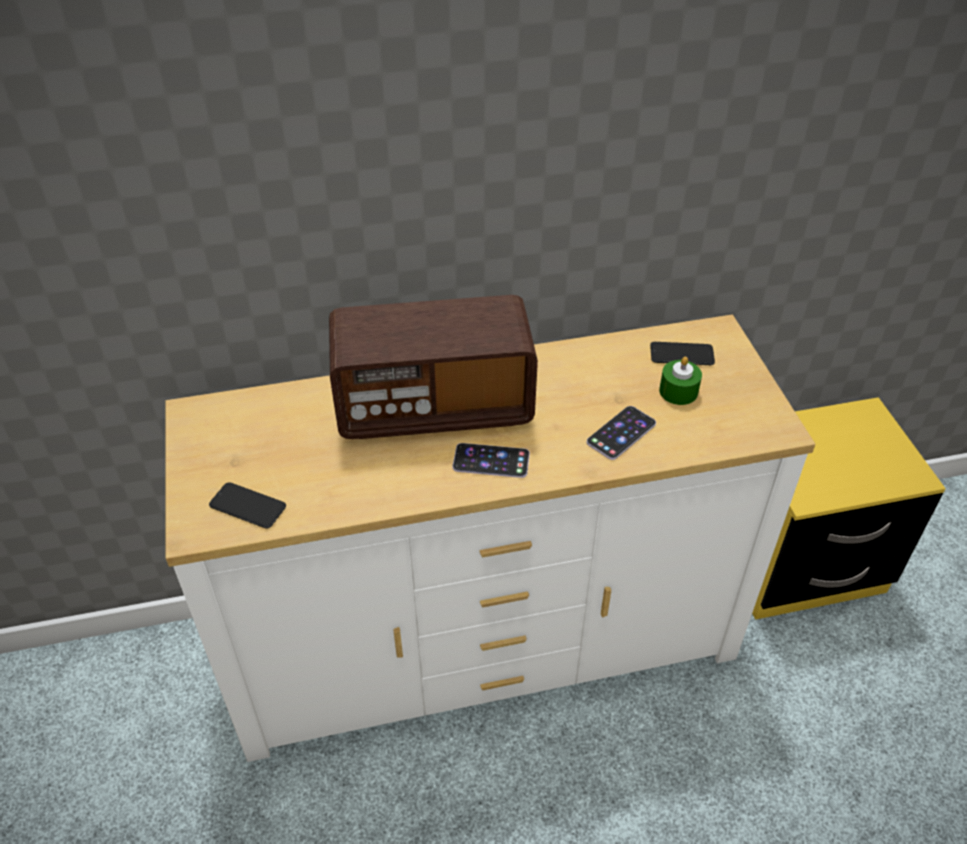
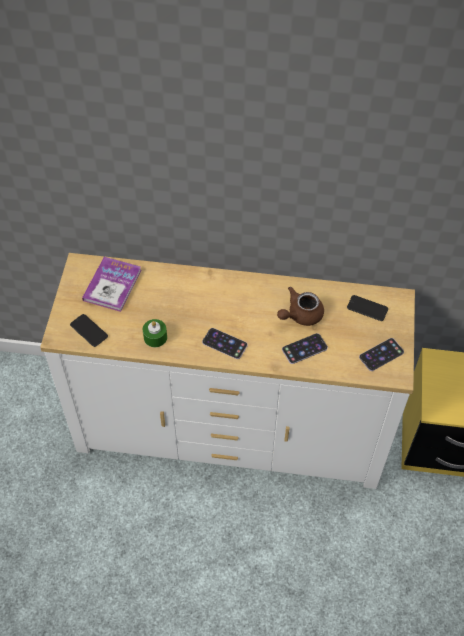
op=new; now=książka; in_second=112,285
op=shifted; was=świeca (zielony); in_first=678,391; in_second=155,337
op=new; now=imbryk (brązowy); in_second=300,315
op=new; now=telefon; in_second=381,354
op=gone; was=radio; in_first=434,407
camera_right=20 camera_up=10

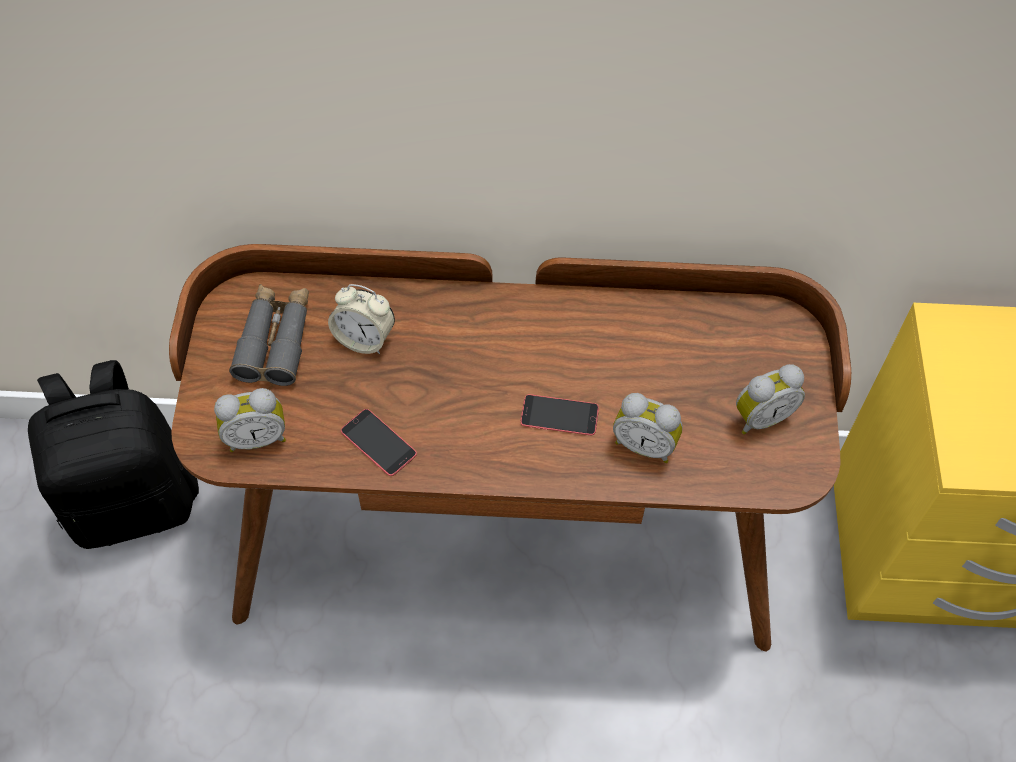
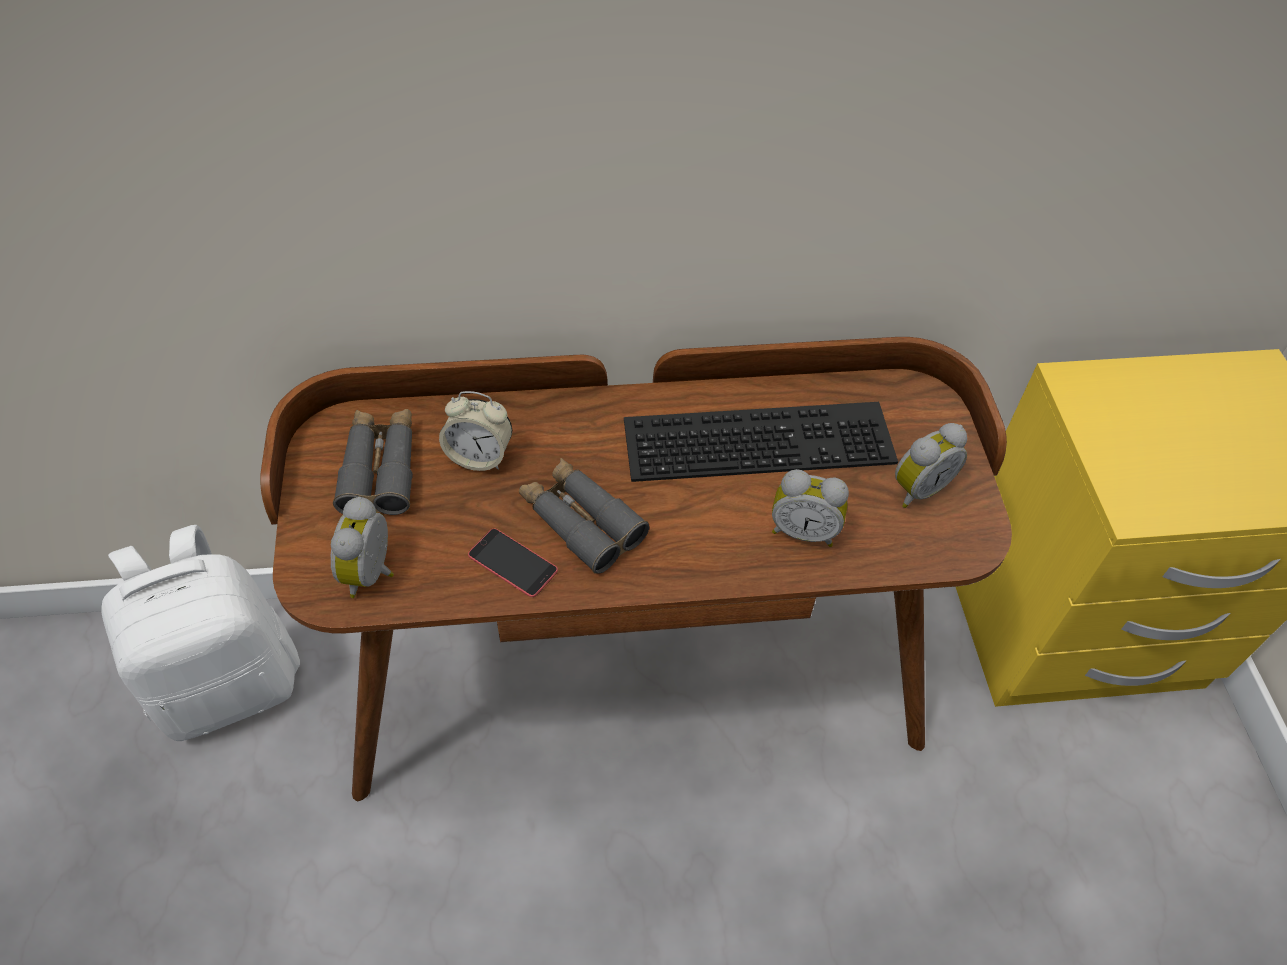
op=repainted; was=plecak (czarny); now=plecak (biały); in_first=134,500; in_second=229,683
op=rotated; was=budzik; in_first=256,437; in_second=373,573; clockwise=120
op=new; now=lornetka (szary); in_second=581,521
op=new; now=klawiatura; in_second=760,437
op=gone; was=telefon; in_first=559,415
camera_right=-10 camera_up=-5

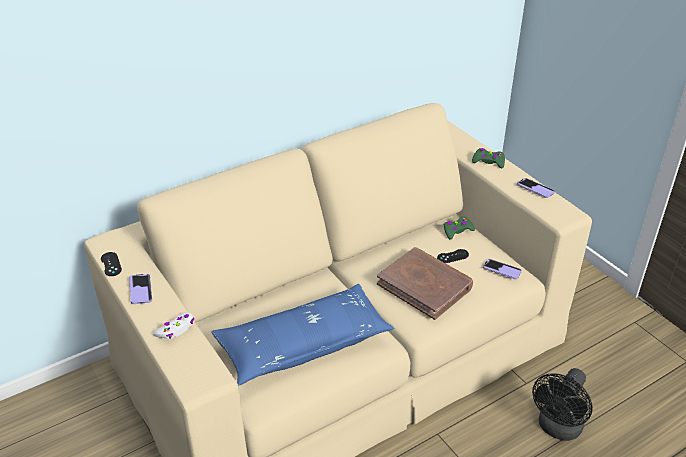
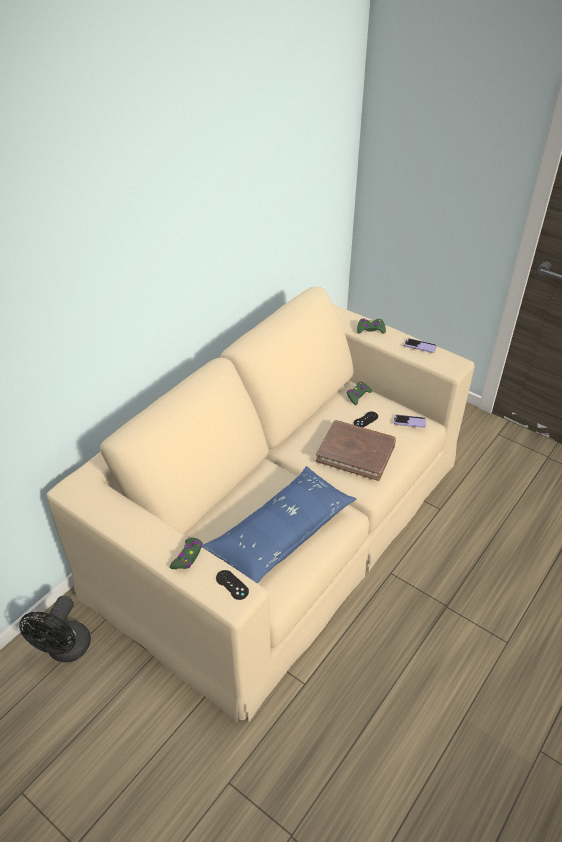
op=shifted; was=wentylator (czarny); in_first=557,428; in_second=66,651
op=repainted; was=pad do gier (biały); now=pad do gier (zielony); in_first=176,329; in_second=188,557
op=shifted; was=pad do gier (czarny); in_first=111,264; in_second=232,585
op=gone; was=telefon; in_first=140,290
camera_right=-20 camera_up=5

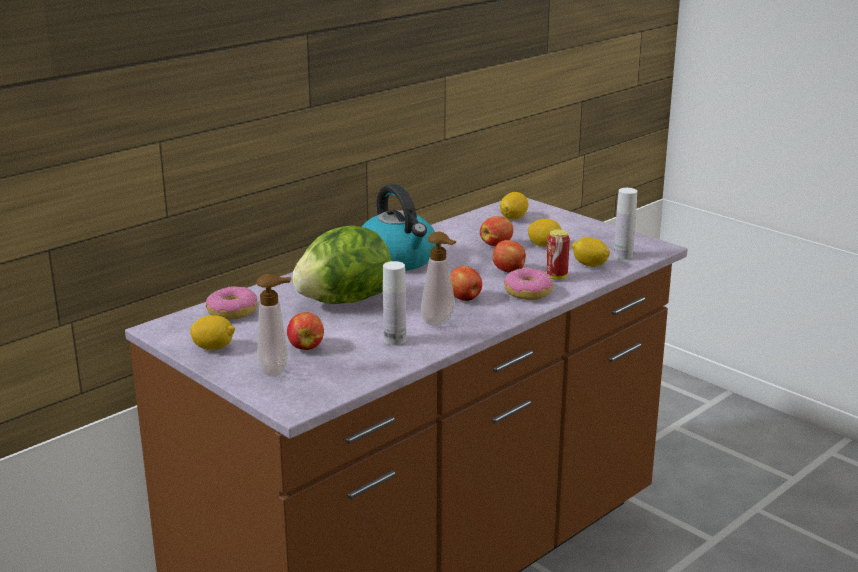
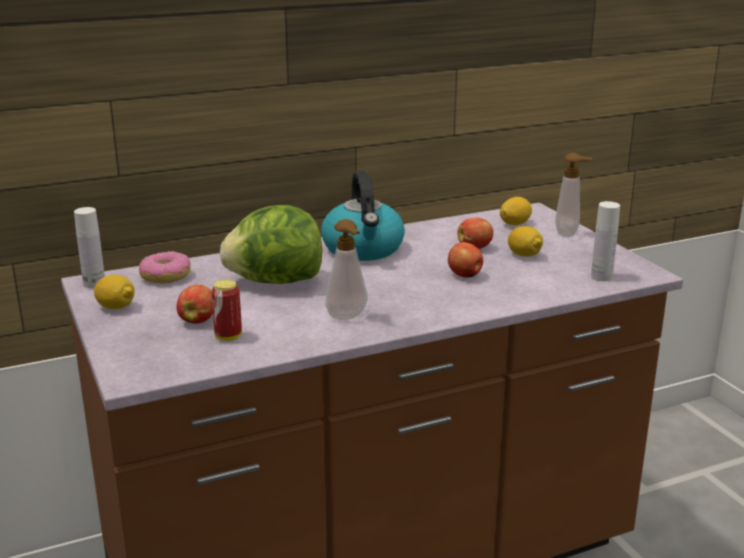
op=shifted; was=butelka (biały); in_first=395,340; in_second=94,284
op=shifted; was=puszka; in_first=556,277; in_second=228,337
op=shifted; was=dozownik mydła; in_first=277,370; in_second=569,234
op=gone; was=jabłko; in_first=465,298
op=gone; was=donut; in_first=527,292
op=gone; was=cytryna; in_first=589,265
camera_right=20 camera_up=0

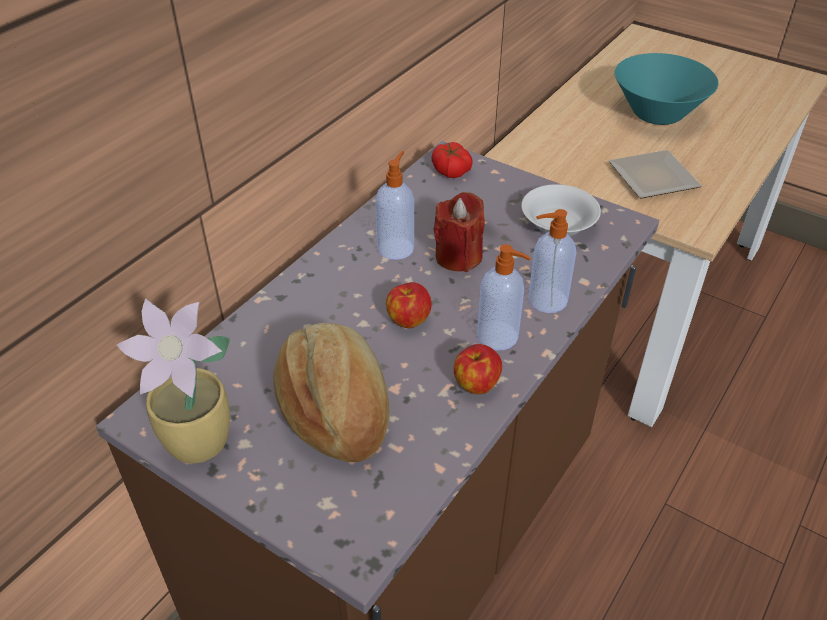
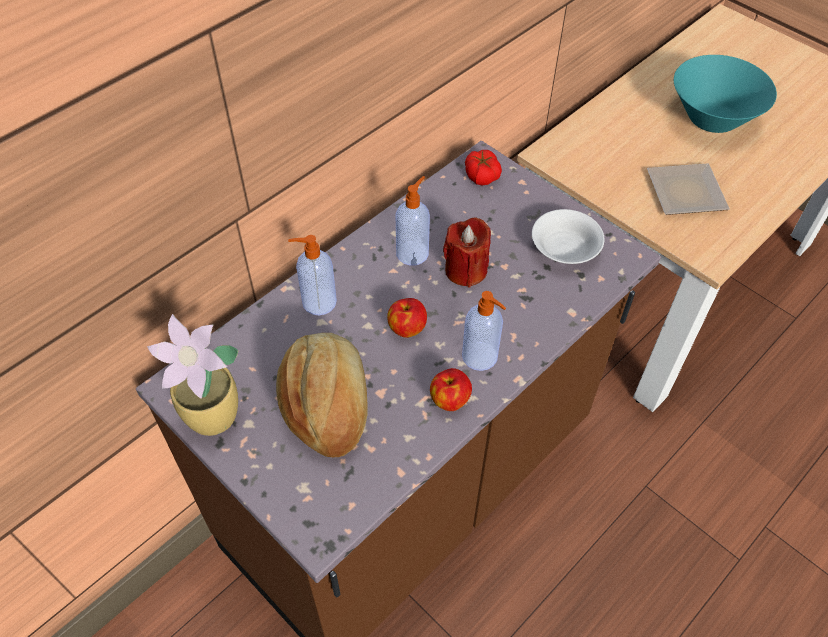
op=shifted; was=dozownik mydła; in_first=546,300; in_second=318,302
camera_right=10 camera_up=10

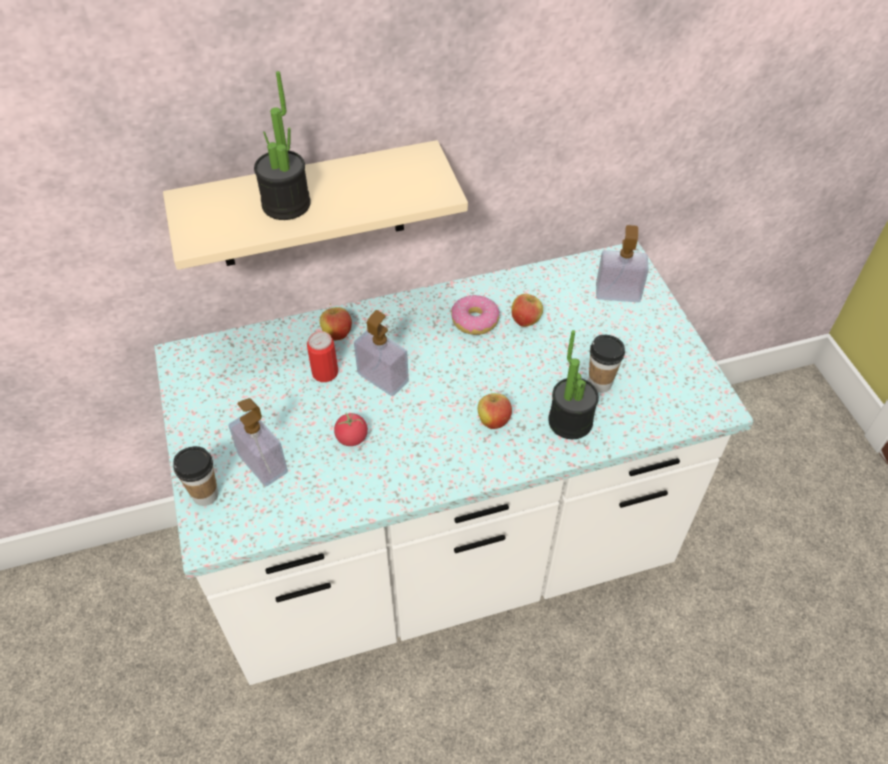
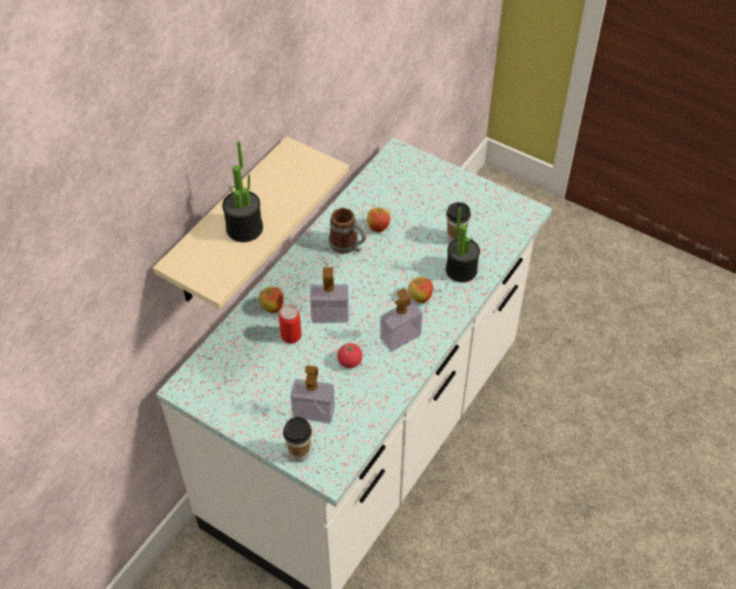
op=swapped; was=donut; now=kubek; in_first=475,321; in_second=348,246
op=shifted; was=dozownik mydła; in_first=617,293; in_second=400,337
camera_right=-40 camera_up=0

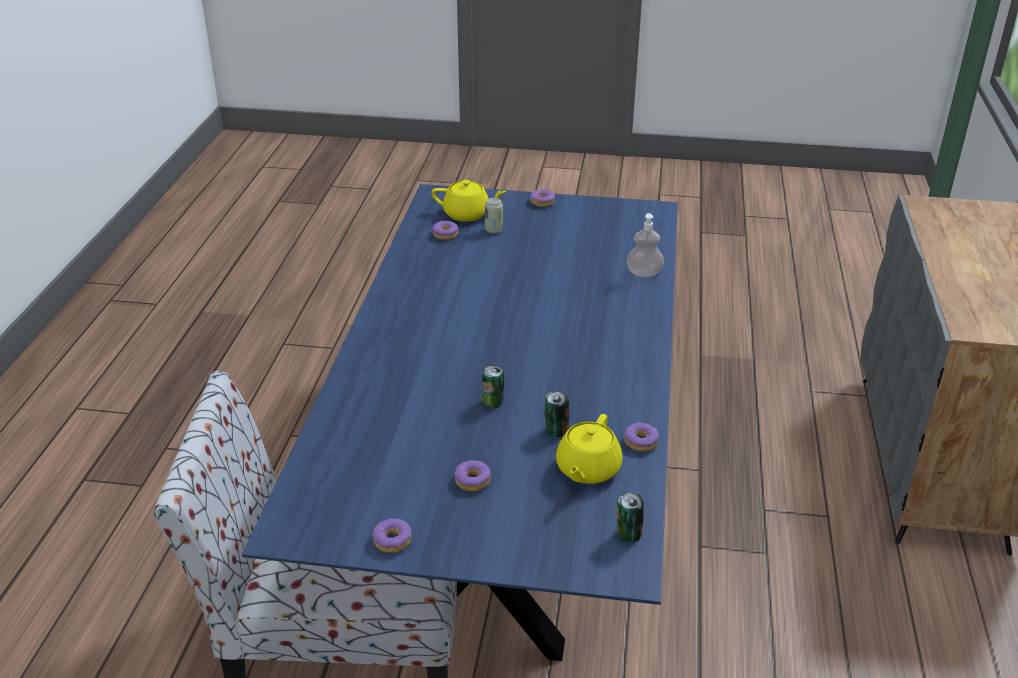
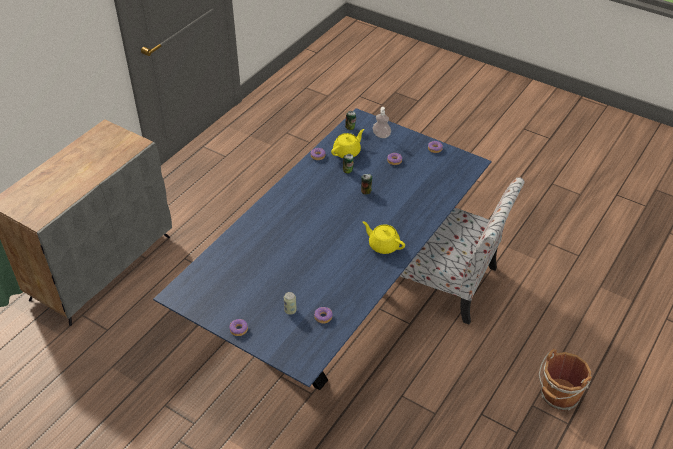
op=shifted; was=imbryk (żółty); in_first=467,214; in_second=383,245
op=shifted; was=dozownik mydła; in_first=644,273; in_second=381,135
op=new; now=wiadro (brązowy); in_second=558,396
camera_right=-155 camera_up=10

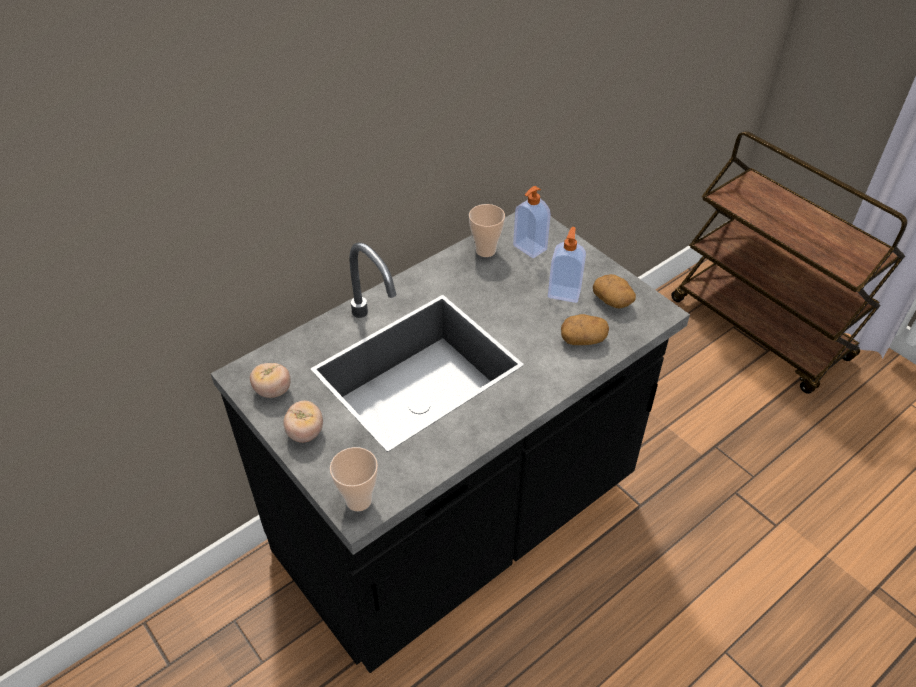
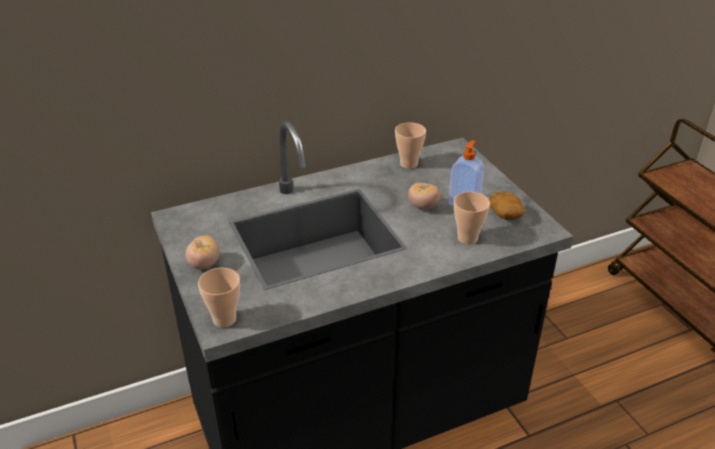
op=shifted; was=pomidor; in_first=273,390; in_second=423,206
op=swapped; was=ziemniak; now=filiżanka; in_first=583,339; in_second=467,238
op=gone; was=dozownik mydła; in_first=529,248
camera_right=15 camera_up=-10

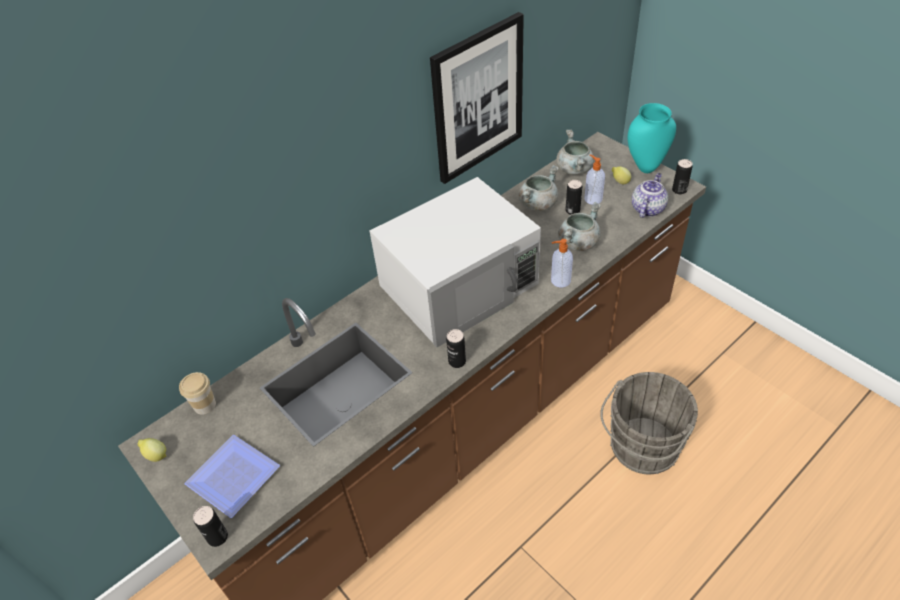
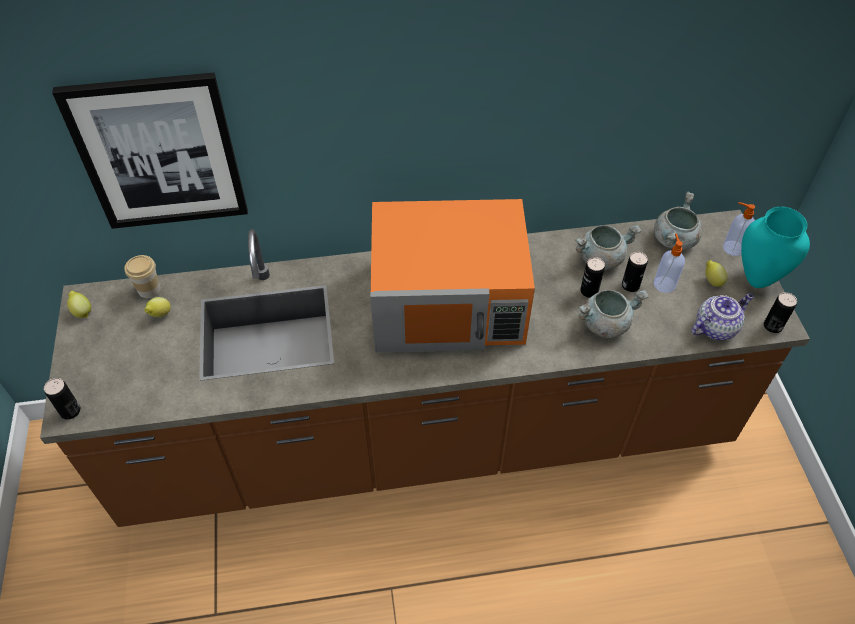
op=shifted; was=obraz; in_first=477,99; in_second=159,153
op=new; now=cytryna; in_second=160,315
op=repainted; was=mikrofalówka (biały); now=mikrofalówka (pomarańczowy); in_first=460,285; in_second=449,302
op=shifted; was=puszka; in_first=457,361; in_second=589,291
op=shifted; was=dozownik mydła; in_first=560,280; in_second=732,248
op=gone; was=talerz; in_first=230,477
op=gone; was=wiadro (szary); in_first=641,449
camera_right=30 camera_up=5

